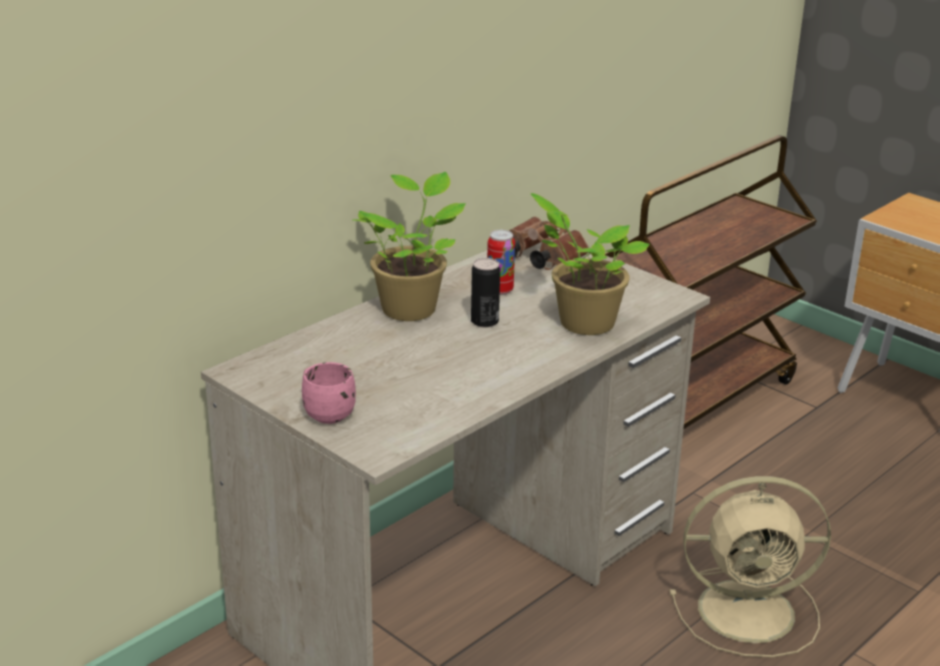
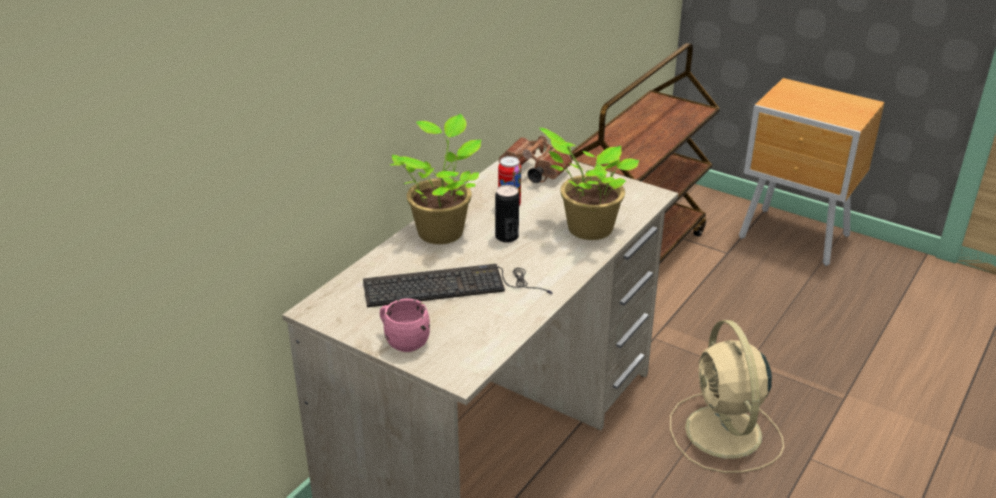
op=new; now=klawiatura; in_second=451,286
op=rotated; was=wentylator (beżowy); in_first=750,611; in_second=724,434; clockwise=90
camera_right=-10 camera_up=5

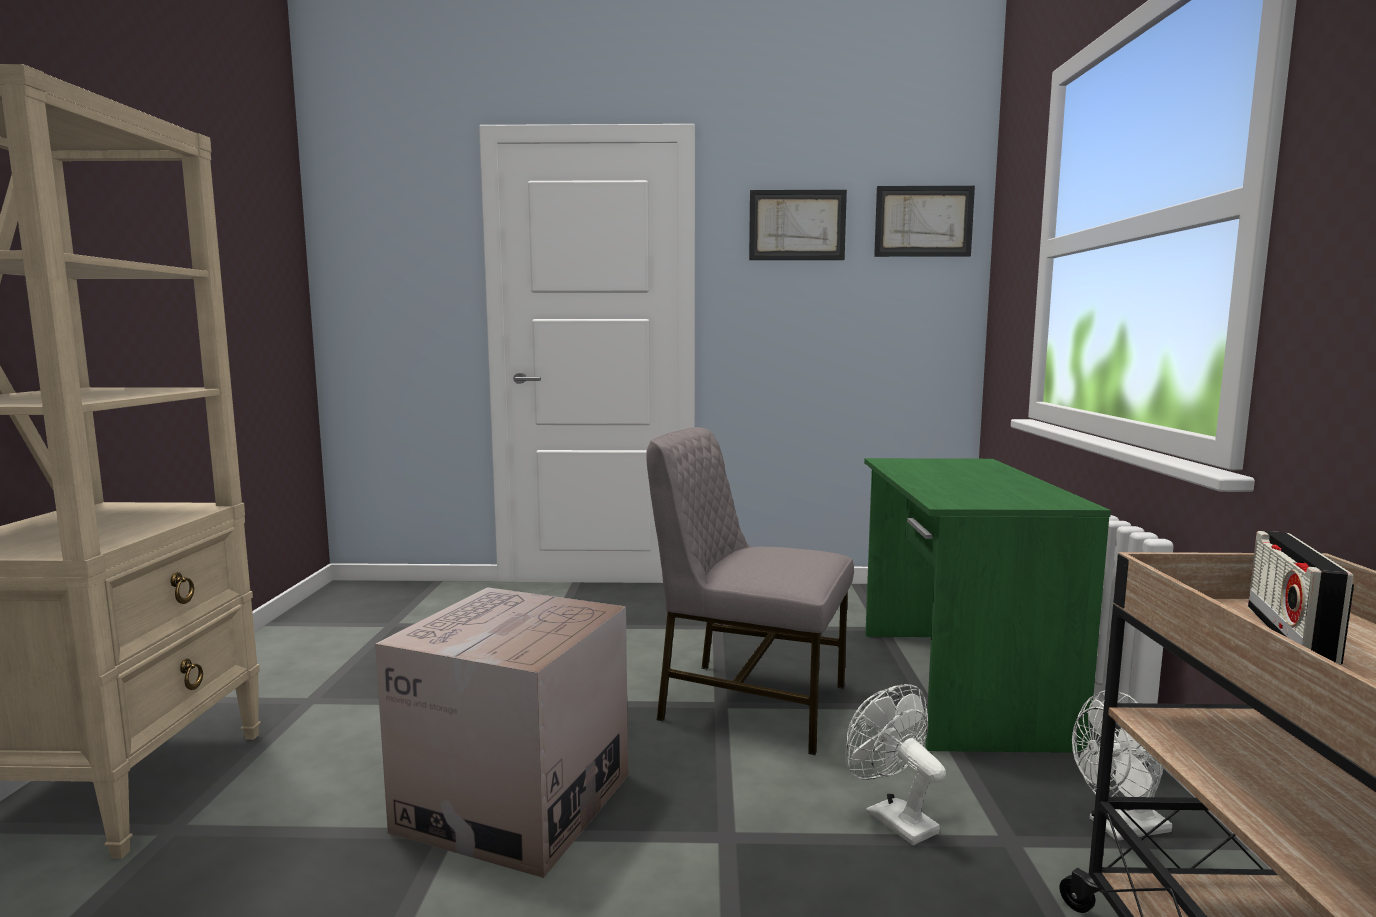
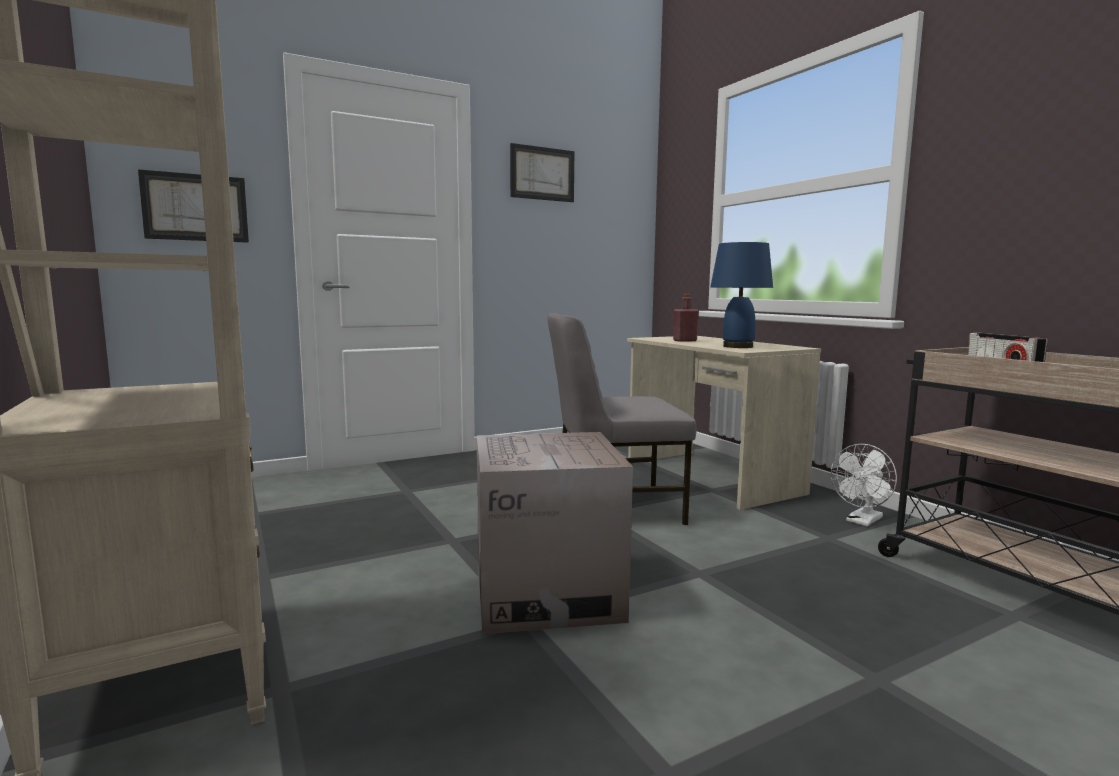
op=shifted; was=obraz; in_first=923,221; in_second=195,207
op=repainted; was=biurko (zielony); now=biurko (beżowy); in_first=955,684; in_second=710,477
op=new; now=butelka (czerwony); in_second=685,340
op=new; now=lampa stołowa (niebieski); in_second=738,346
op=gone; was=wentylator (biały); in_first=892,818
camera_right=-30 camera_up=0

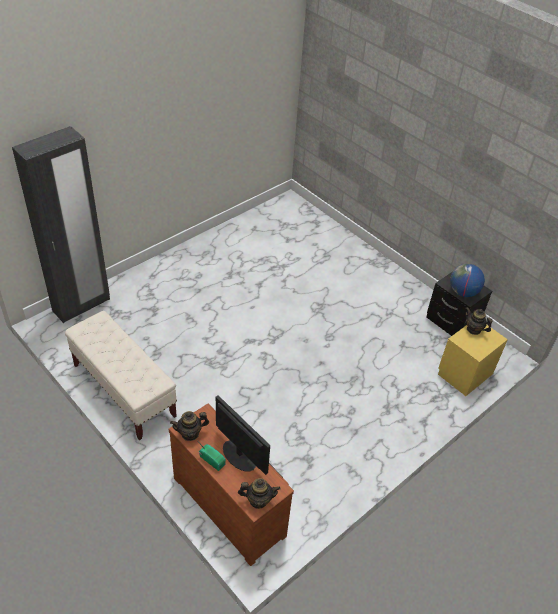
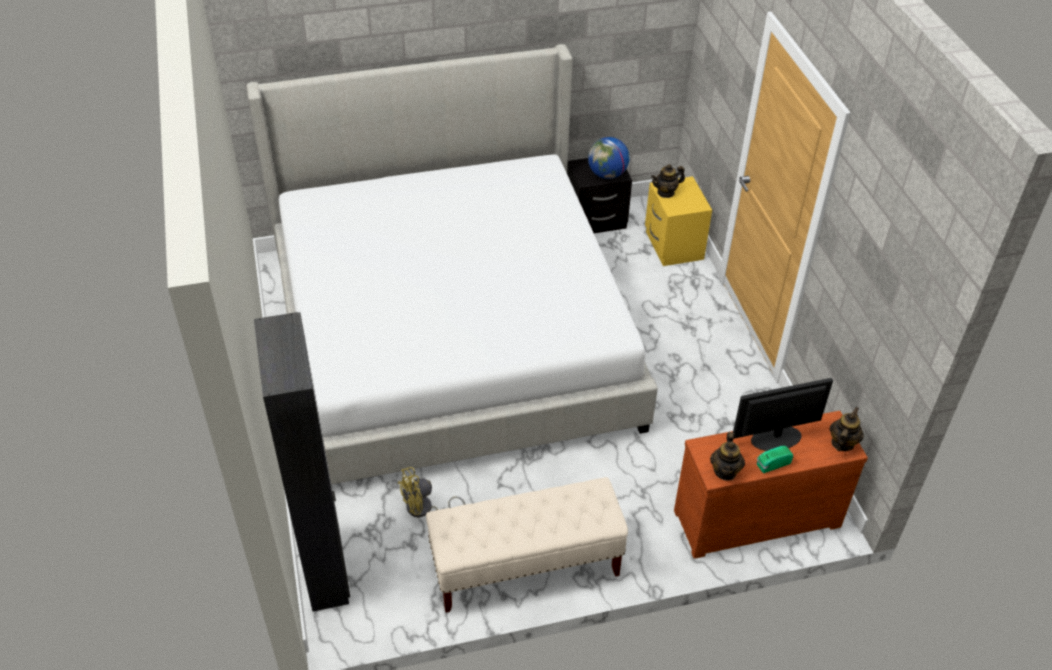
op=new; now=łóżko; in_second=451,337
op=new; now=wentylator (żółty); in_second=424,510
camera_right=-60 camera_up=0

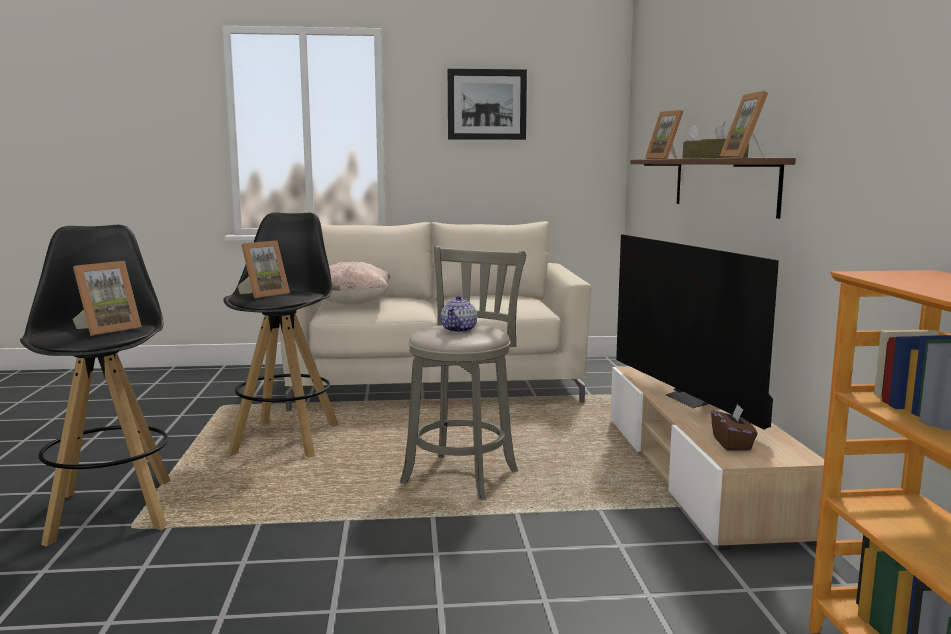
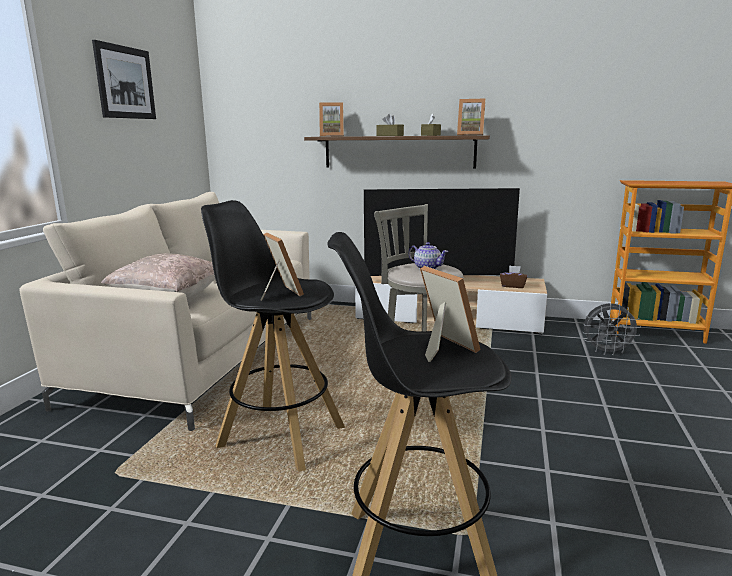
op=new; now=wentylator (szary); in_second=606,352
camera_right=-70 camera_up=5

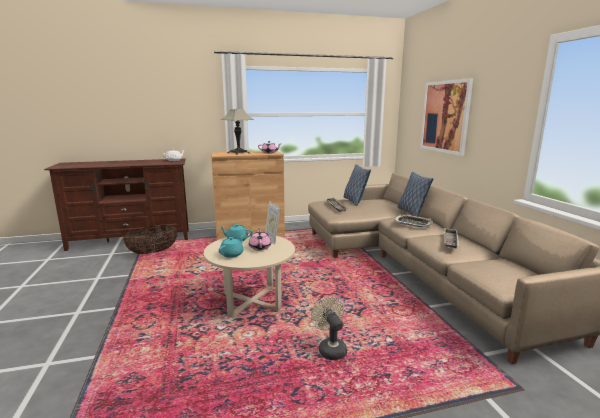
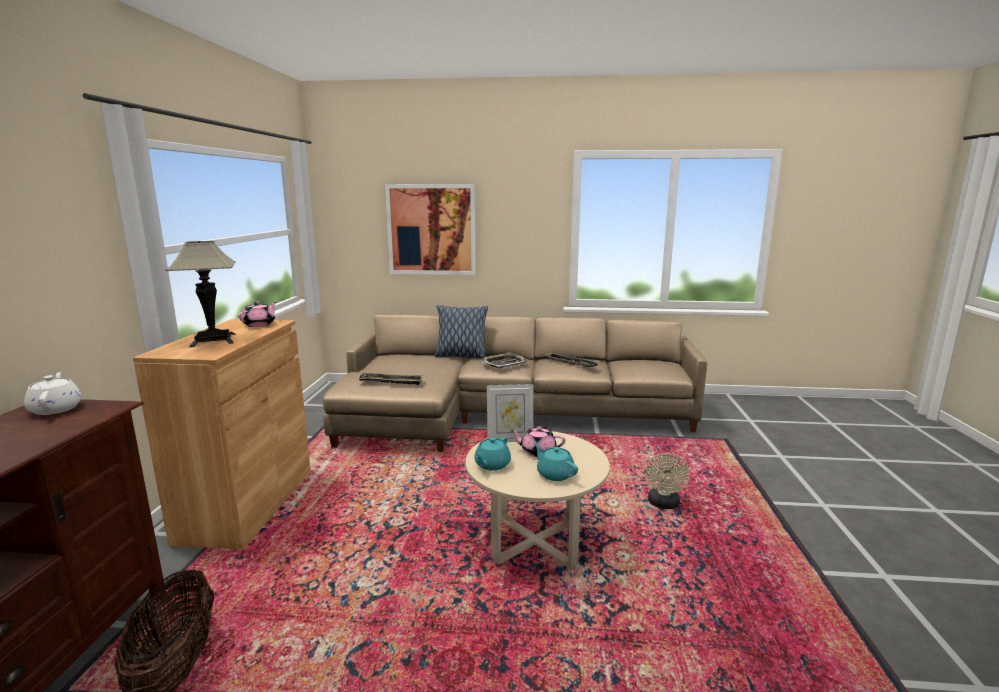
op=rotated; was=wentylator (beżowy); in_first=330,348; in_second=664,504; clockwise=-75
op=gone; was=poduszka; in_first=354,201
camera_right=-70 camera_up=0

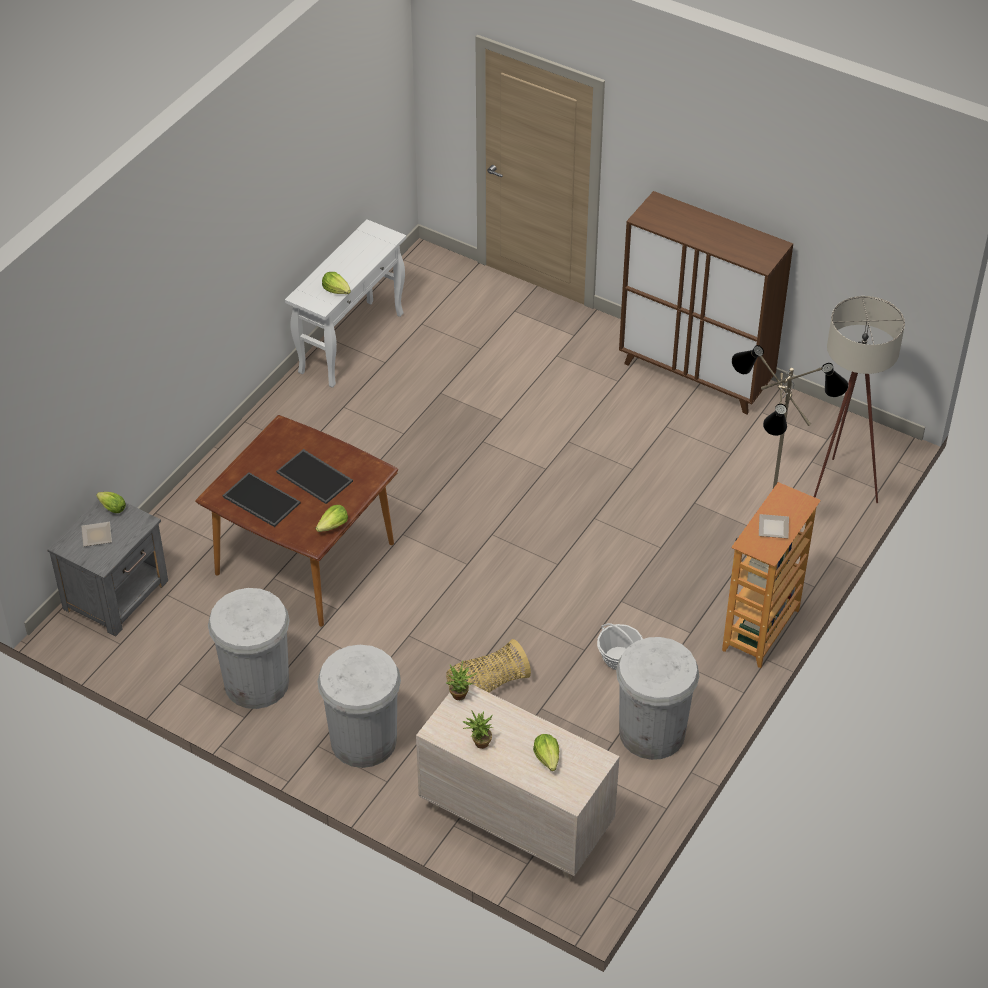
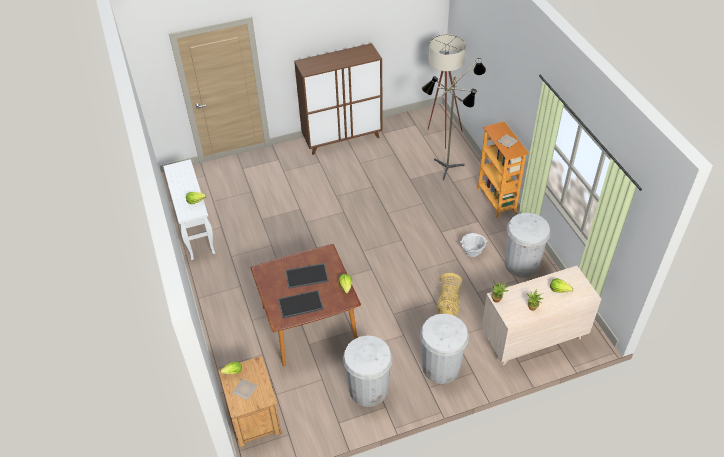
op=repainted; was=szafka nocna (szary); now=szafka nocna (brązowy); in_first=117,594; in_second=254,416
camera_right=-50 camera_up=0

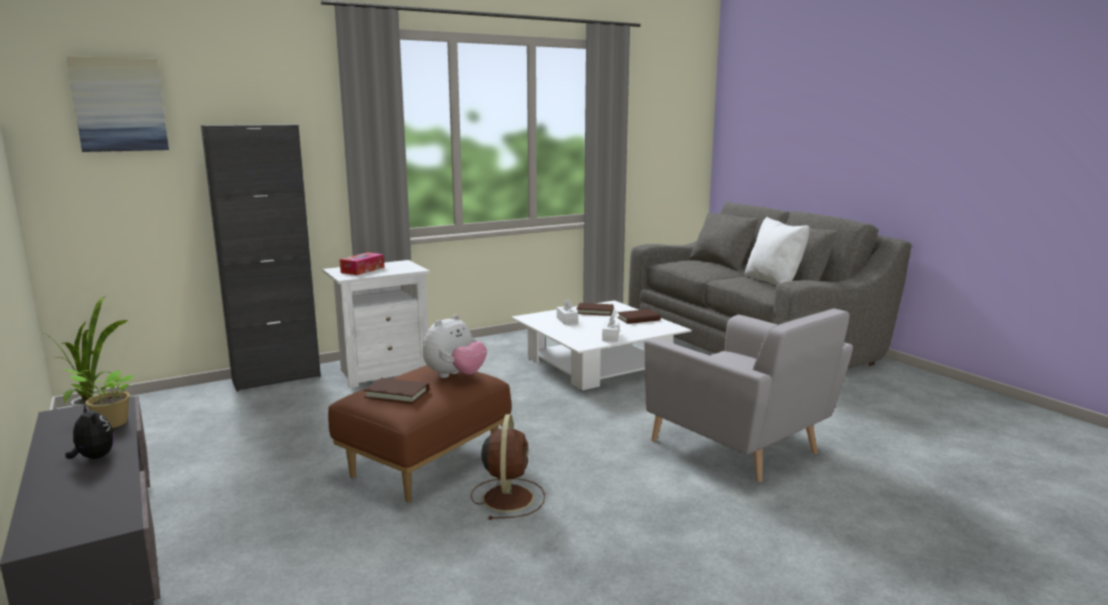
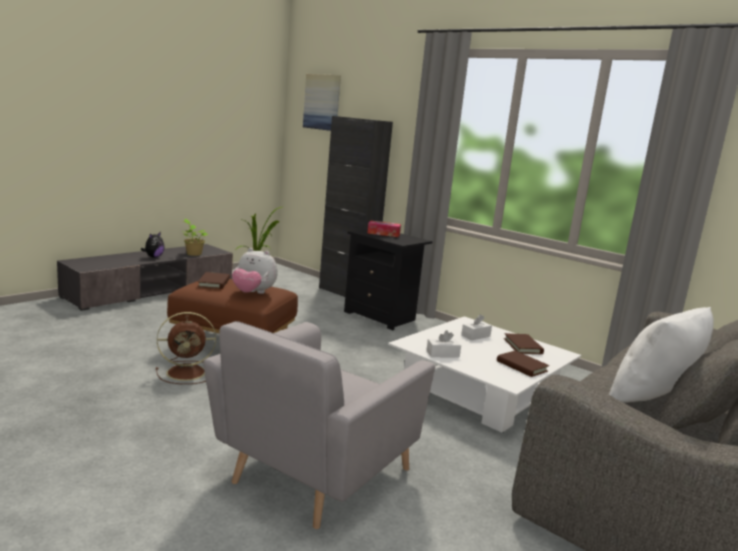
op=repainted; was=szafka nocna (biały); now=szafka nocna (czarny); in_first=383,372; in_second=382,316
camera_right=70 camera_up=0

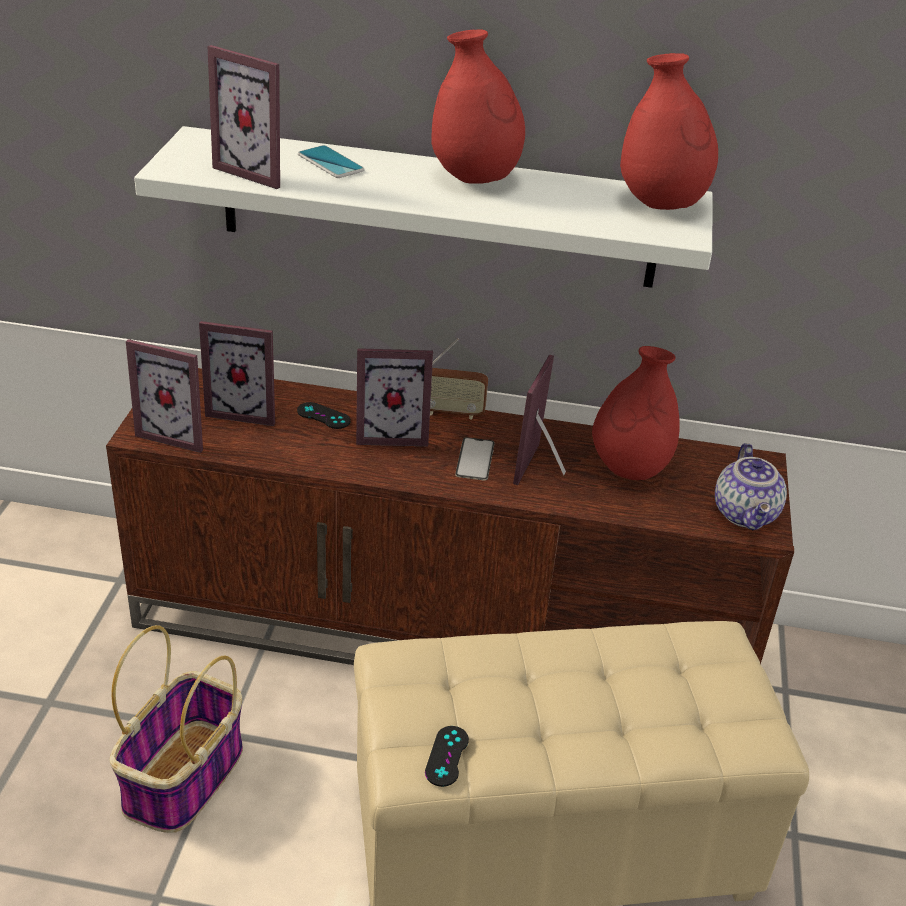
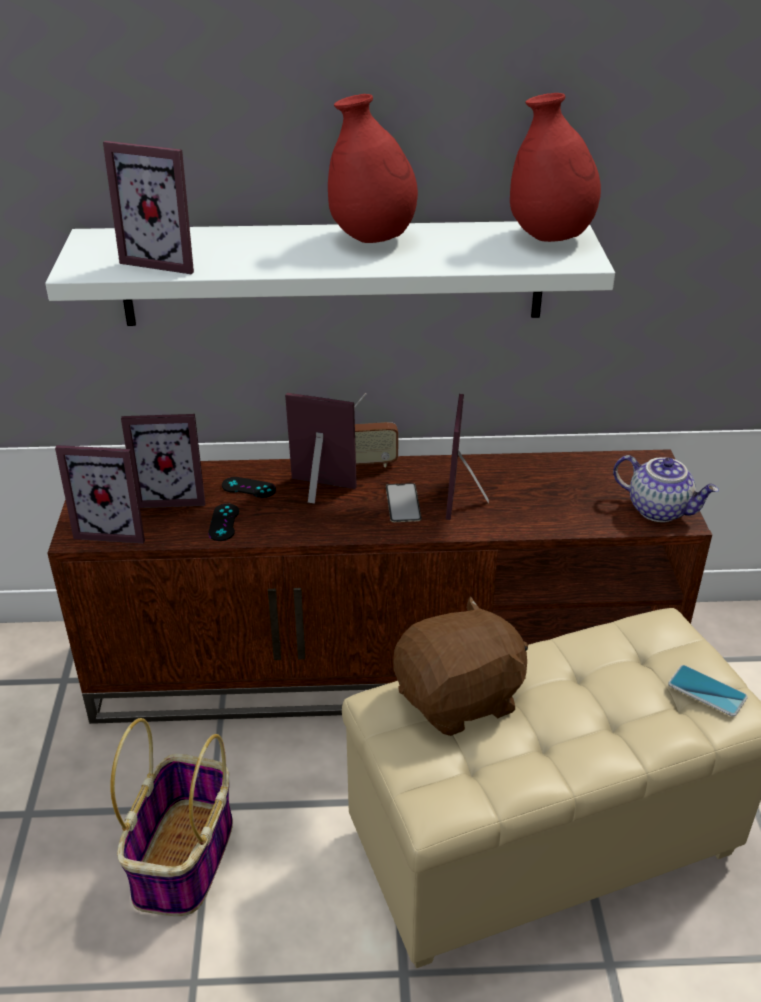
op=shifted; was=pad do gier (czarny); in_first=447,756; in_second=224,522
op=rotated; was=ramka na zdjęcie; in_first=392,433; in_second=318,492; clockwise=-150
op=new; now=pluszak (brązowy); in_second=460,699
op=rotated; was=imbryk; in_first=747,514; in_second=659,509; clockwise=-45
op=shifted; was=telefon; in_first=330,163; in_second=707,691
op=gone; was=wazon (czerwony); in_first=629,468
camera_right=-10 camera_up=0

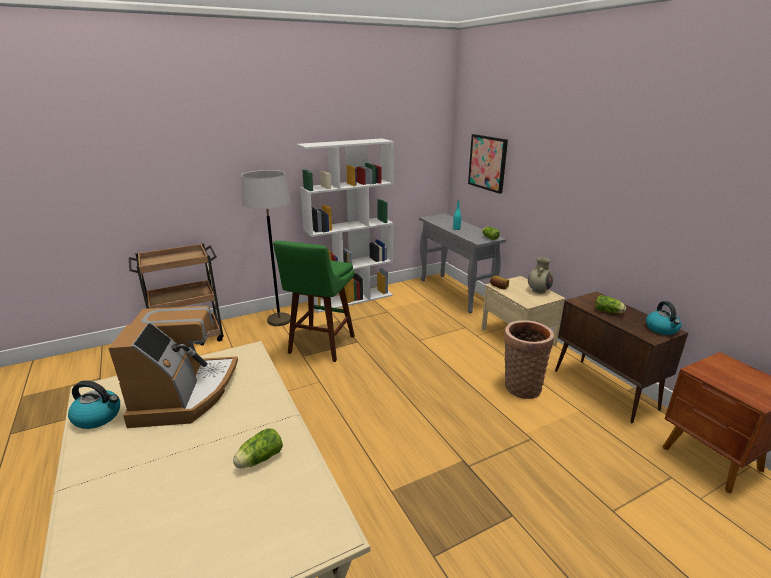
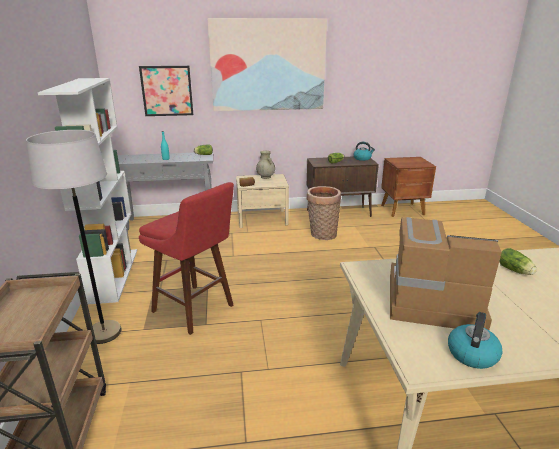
op=repainted; was=stołek (zielony); now=stołek (czerwony); in_first=320,346; in_second=195,310
op=new; now=obraz; in_second=268,65
camera_right=-70 camera_up=0

